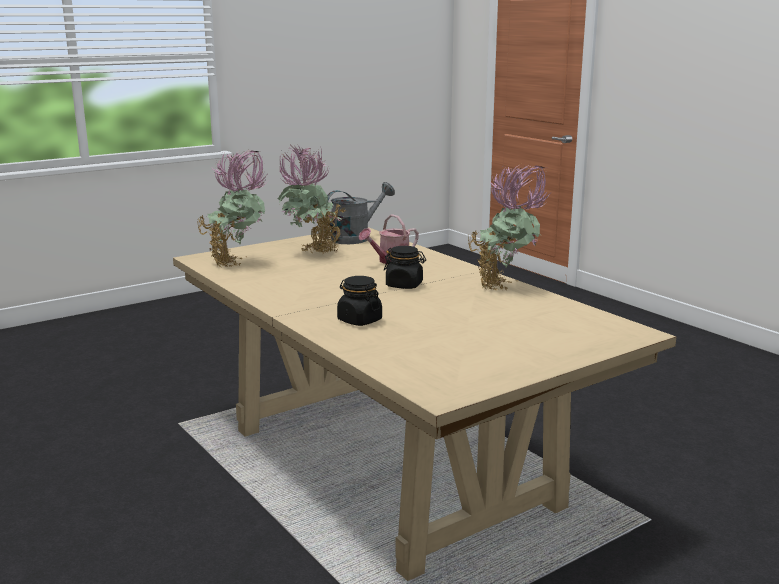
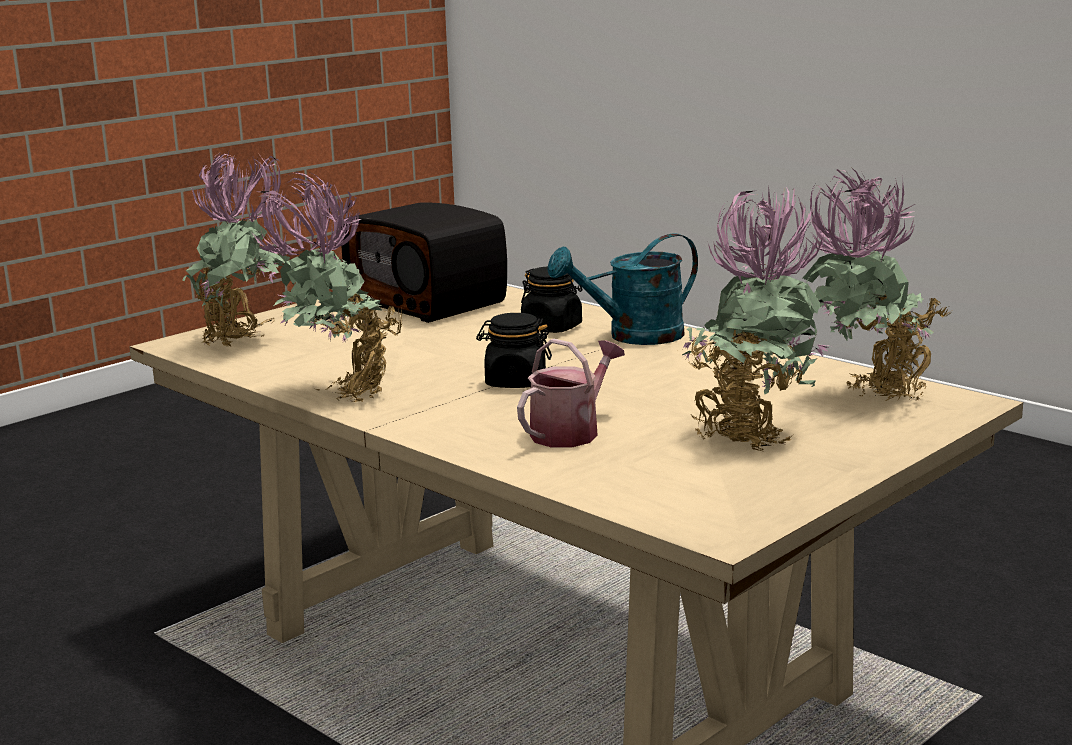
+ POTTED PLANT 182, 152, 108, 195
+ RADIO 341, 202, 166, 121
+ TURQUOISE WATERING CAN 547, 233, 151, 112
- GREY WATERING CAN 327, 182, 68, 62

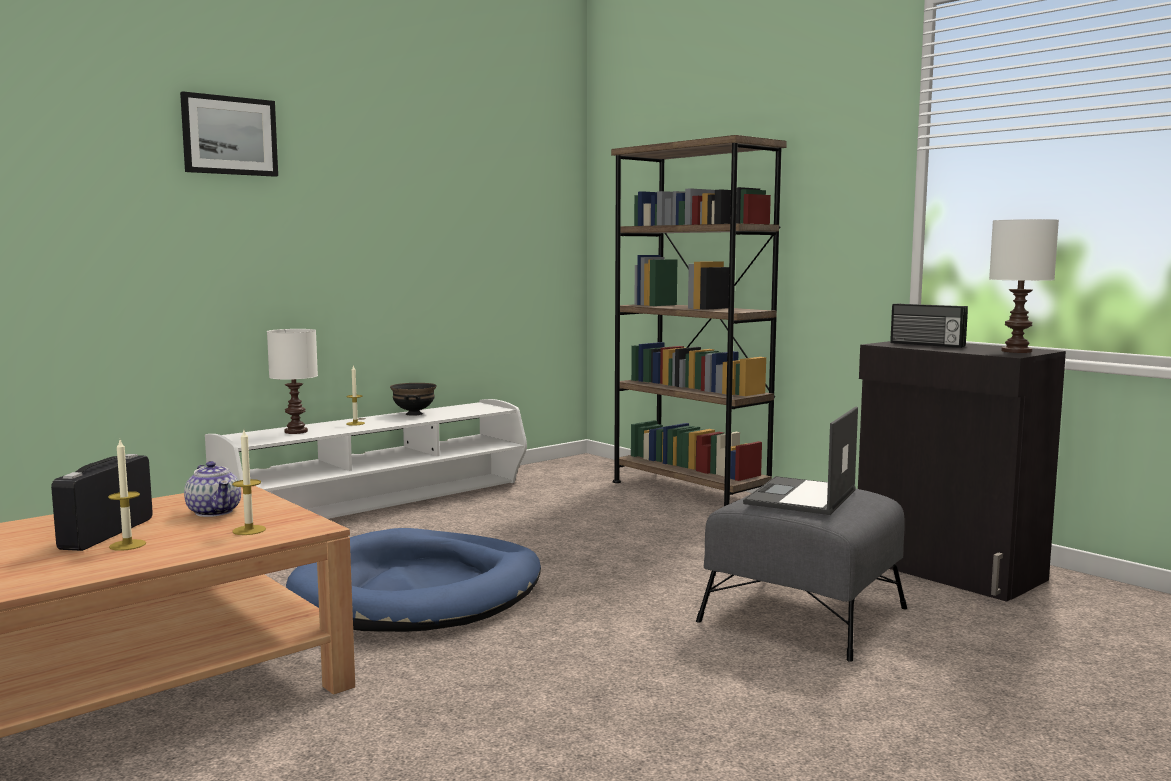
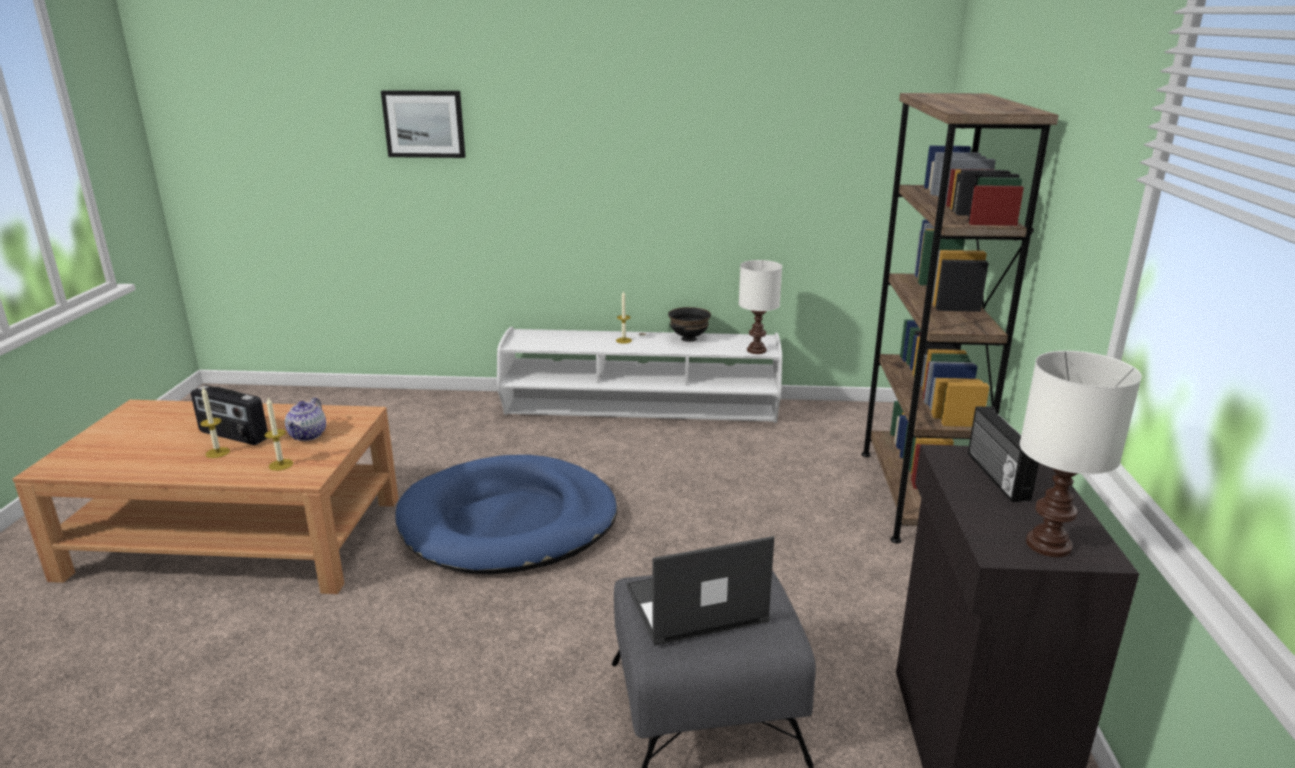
~ RADIO 51, 454, 102, 97 = 191, 385, 77, 60 120 degrees counterclockwise
~ PICTURE 180, 91, 98, 86 to 381, 90, 84, 68
~ WHITE TABLE LAMP 267, 329, 51, 105 to 739, 260, 43, 94

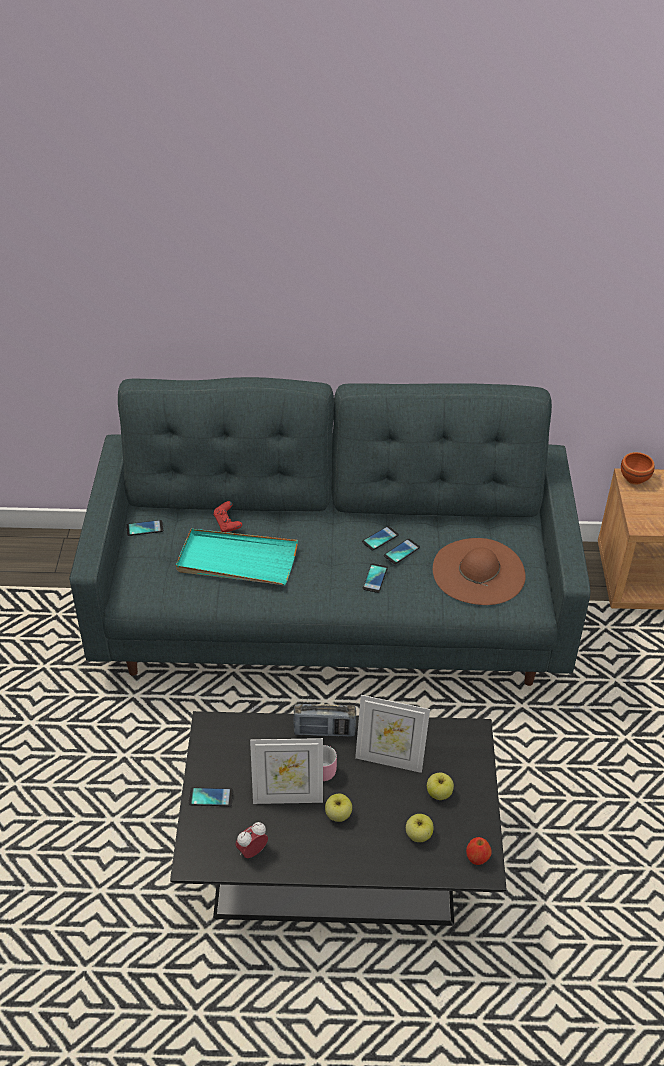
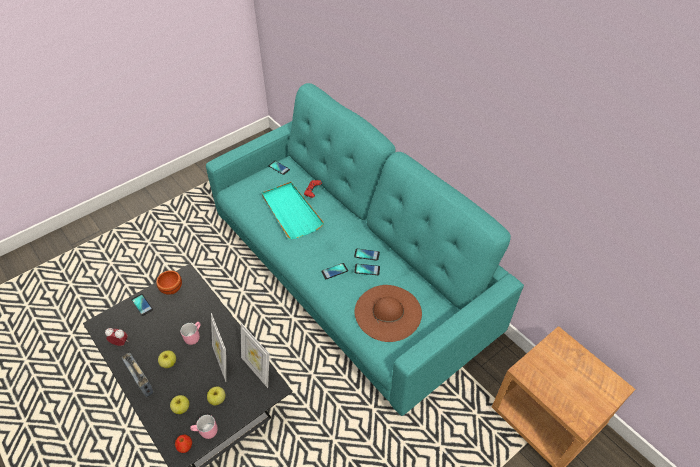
~ RADIO 294, 704, 62, 33 to 122, 352, 32, 45
~ BROWN BOWL 621, 452, 34, 33 to 156, 270, 26, 25
+ PINK MUG 190, 415, 28, 24
~ GREY SOFA 69, 377, 522, 309 to TURQUOISE SOFA 206, 83, 318, 333
~ PICTURE FRAME 250, 738, 73, 66 to 241, 323, 29, 65

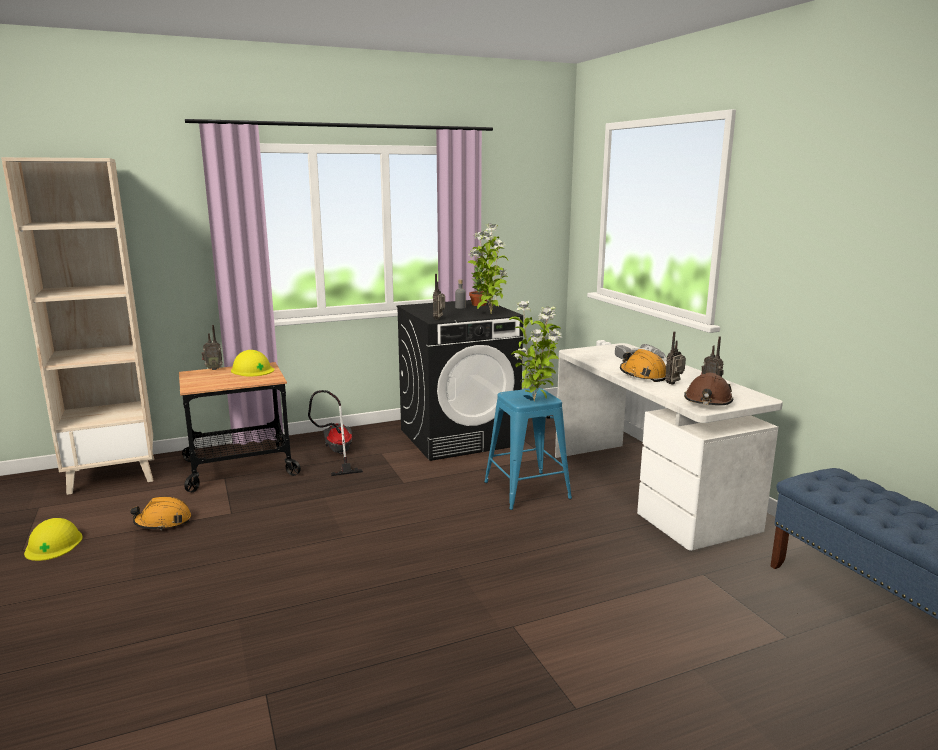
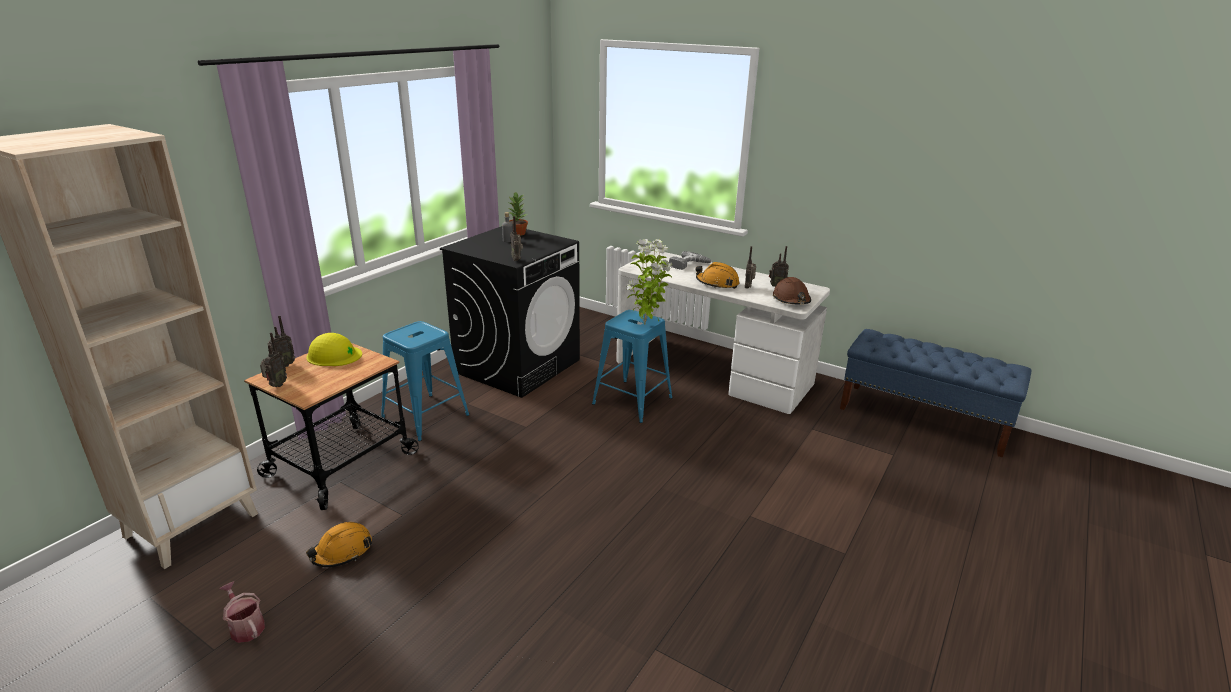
~ YELLOW HARD HAT 24, 518, 58, 43 to WATERING CAN 220, 581, 45, 62
+ RADIO 260, 332, 27, 55
~ VACUUM CLEANER 308, 390, 55, 86 to BLUE STOOL 381, 321, 88, 120
- POTTED PLANT 467, 223, 41, 90

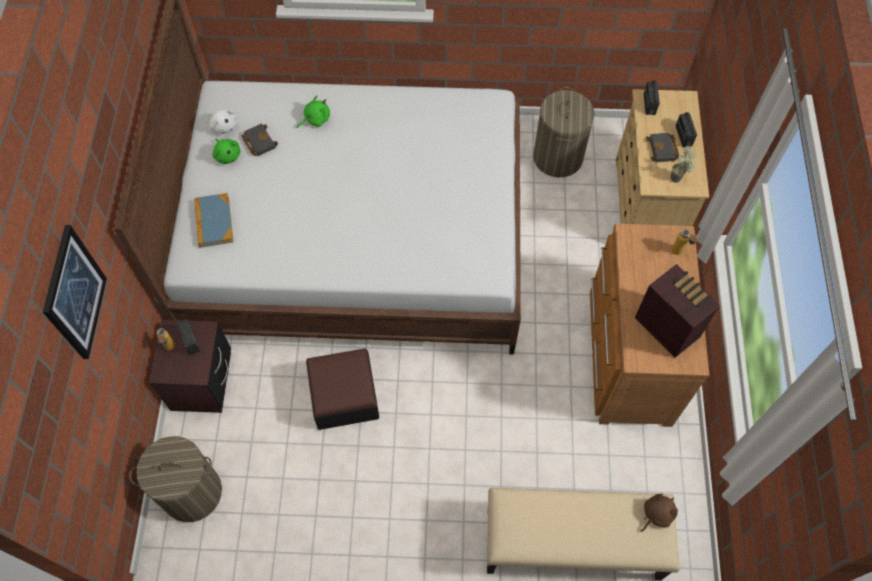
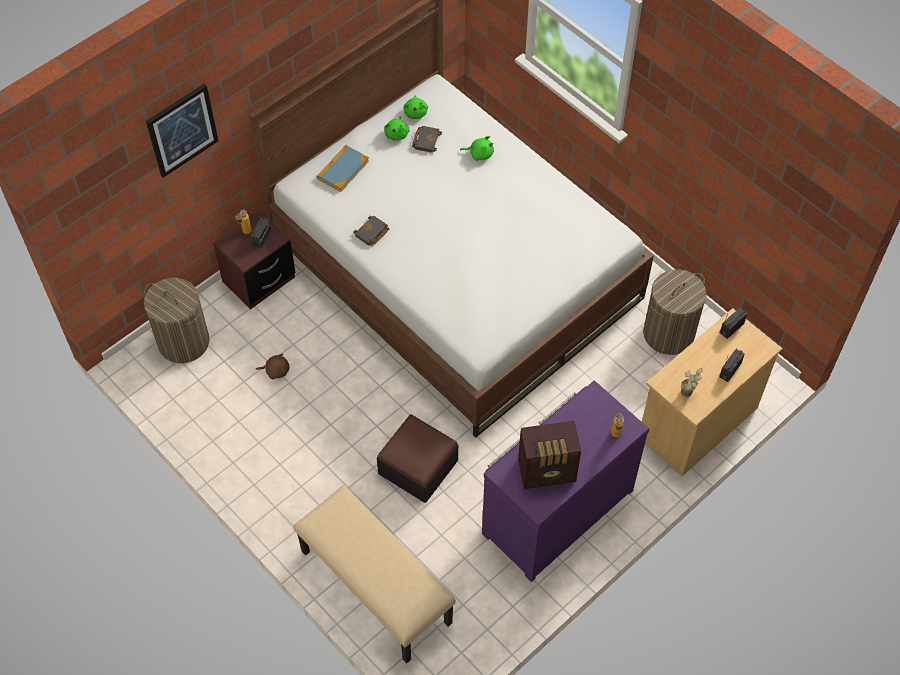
~ BROWN PLUSH TOY 640, 493, 38, 39 to 256, 354, 33, 25
~ BLACK BOOK 646, 133, 33, 30 to 353, 215, 37, 31
~ OTTOMAN 306, 348, 73, 82 to 377, 414, 81, 89
~ WHITE PLUSH TOY 209, 109, 28, 25 to GREEN PLUSH TOY 403, 95, 25, 24
~ BROWN DRESSER 590, 224, 120, 203 to PURPLE DRESSER 482, 381, 167, 201
~ RADIO 635, 264, 85, 94 = 518, 421, 63, 68 75 degrees clockwise

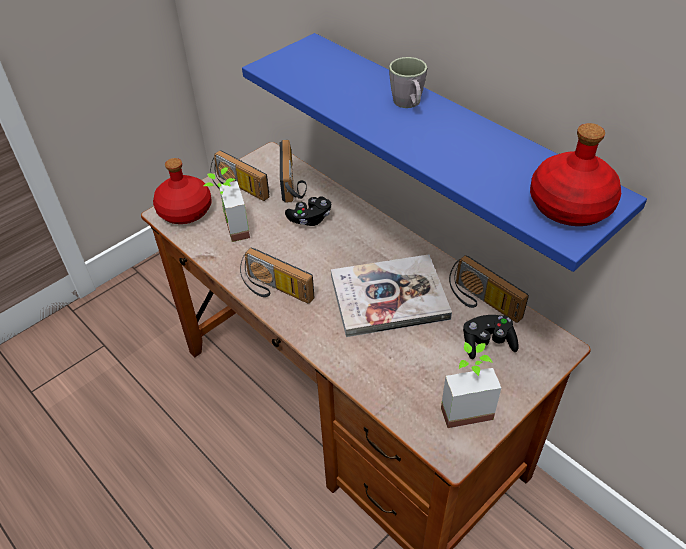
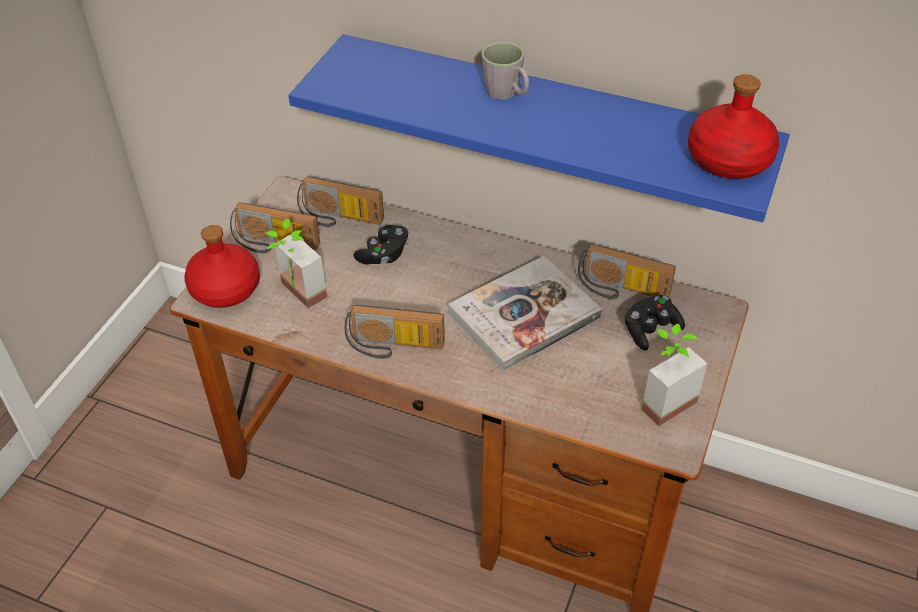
~ RADIO 280, 140, 27, 63 = 297, 176, 87, 51 135 degrees clockwise

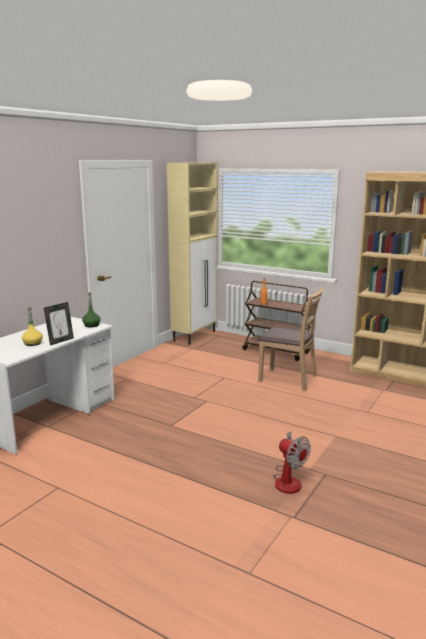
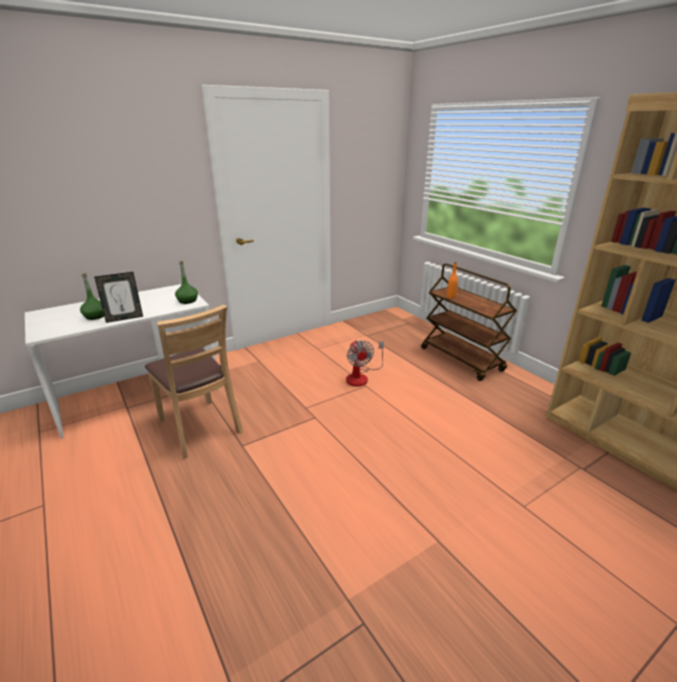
~ YELLOW BOTTLE 22, 307, 21, 39 to GREEN BOTTLE 80, 273, 24, 47
~ BROWN CHAIR 258, 287, 66, 104 to 145, 305, 98, 154
~ FAN 273, 431, 38, 63 to 346, 340, 38, 47
- BEIGE CABINET 167, 163, 51, 182

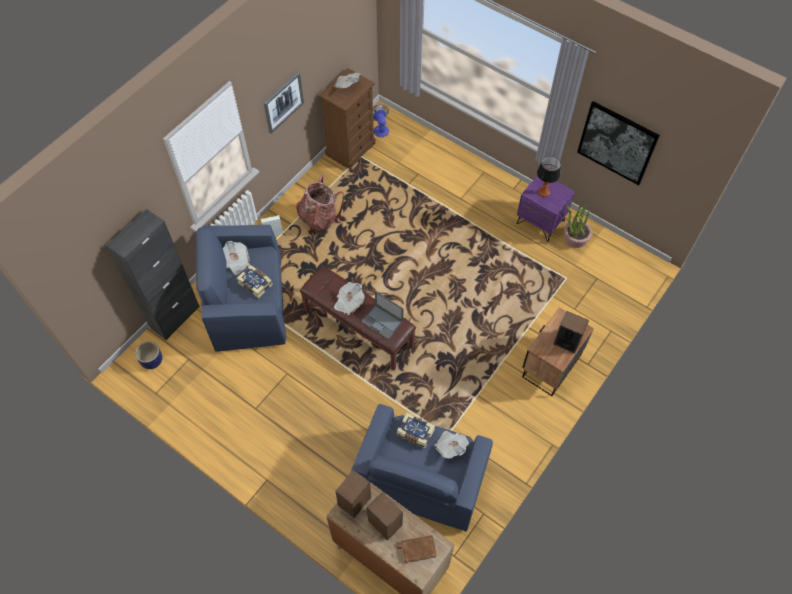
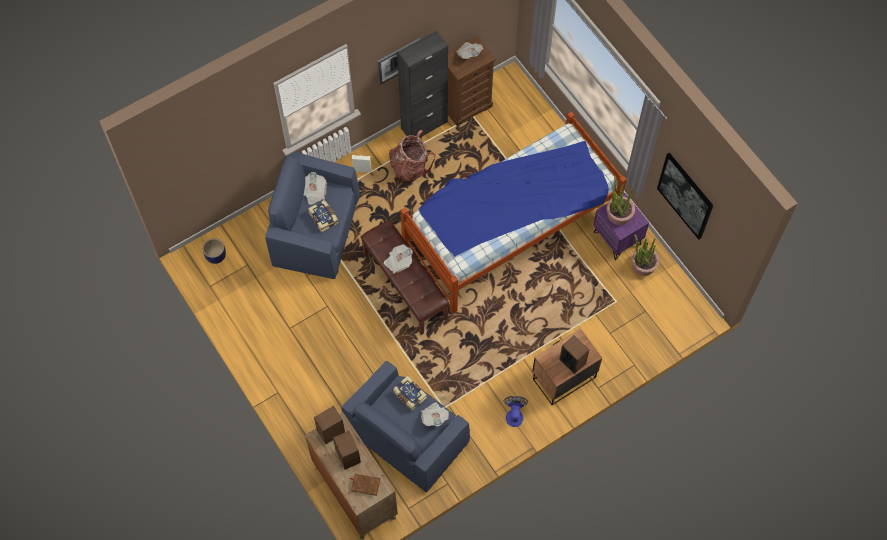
~ BLACK CABINET 106, 209, 94, 131 to 397, 31, 51, 107
+ BED 400, 112, 227, 201
~ FAN 373, 105, 16, 32 to 504, 396, 24, 31
~ TABLE LAMP 537, 156, 24, 41 to POTTED PLANT 607, 176, 28, 49
- LAPTOP 361, 291, 42, 49

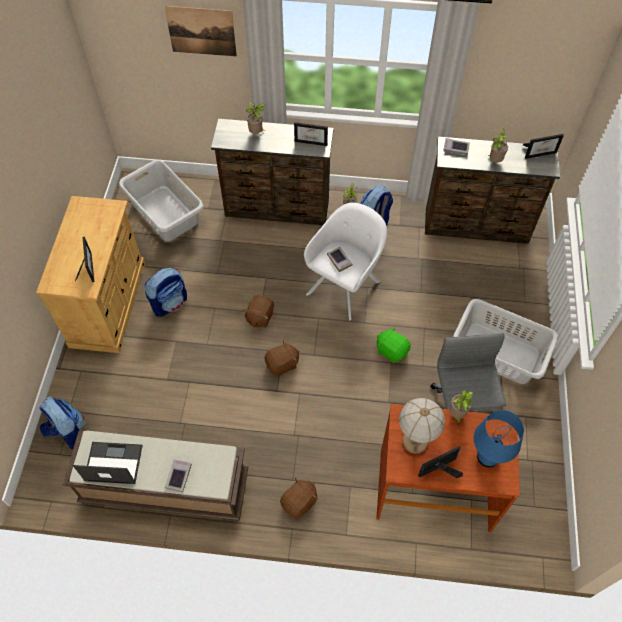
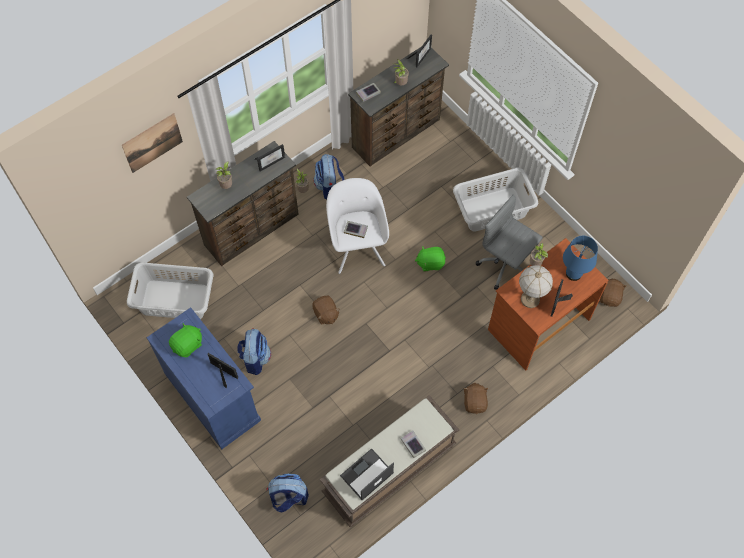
~ BEIGE CABINET 36, 196, 109, 157 to BLUE CABINET 146, 308, 115, 141
+ GREEN PLUSH TOY 169, 323, 33, 34
~ BROWN PLUSH TOY 265, 341, 34, 35 to 600, 279, 27, 28

